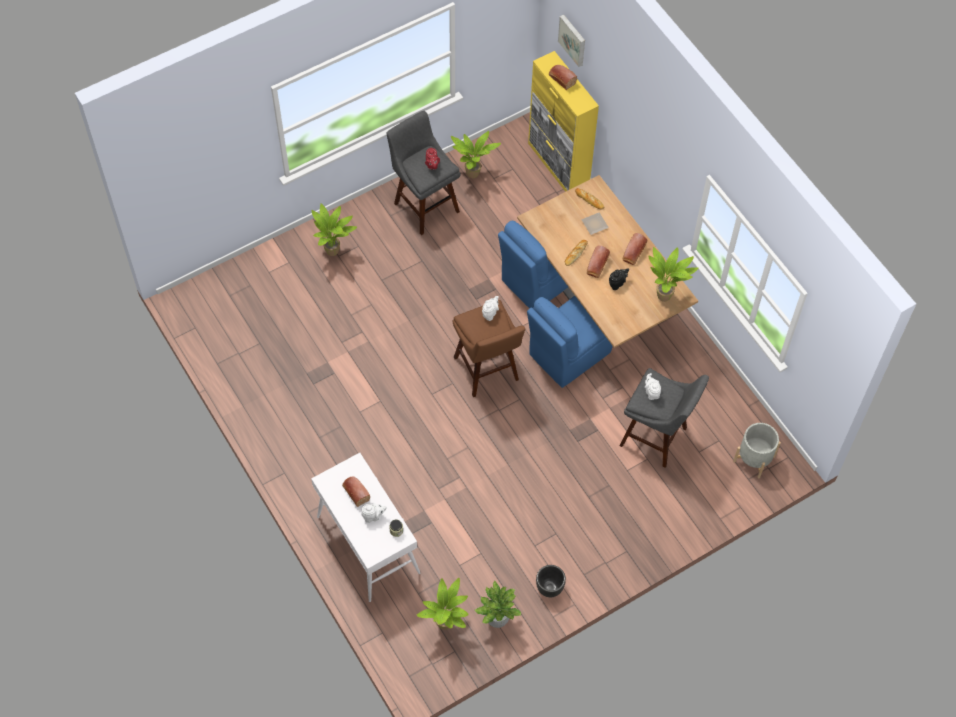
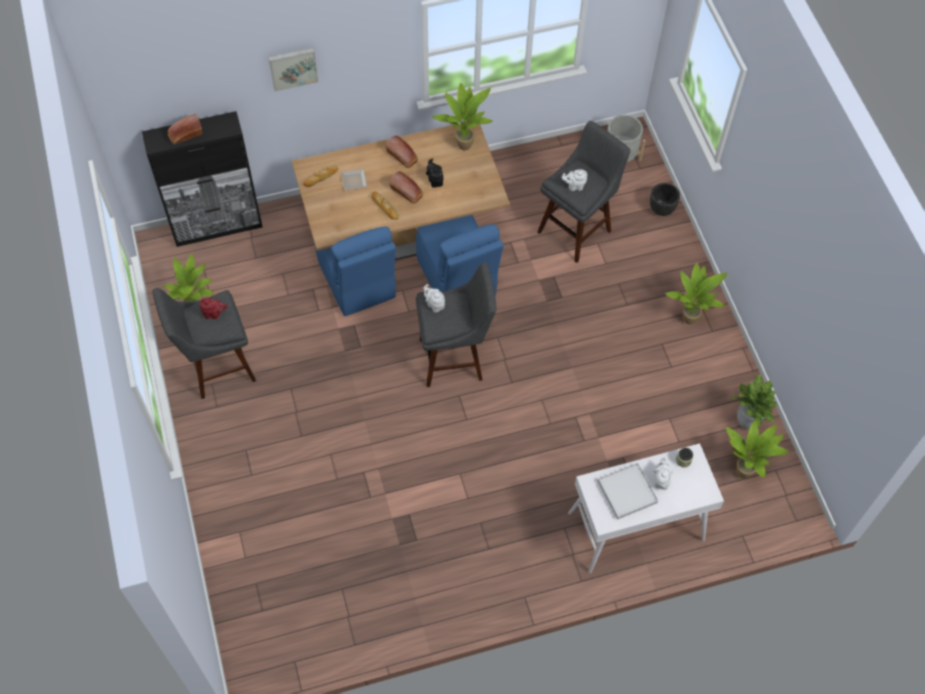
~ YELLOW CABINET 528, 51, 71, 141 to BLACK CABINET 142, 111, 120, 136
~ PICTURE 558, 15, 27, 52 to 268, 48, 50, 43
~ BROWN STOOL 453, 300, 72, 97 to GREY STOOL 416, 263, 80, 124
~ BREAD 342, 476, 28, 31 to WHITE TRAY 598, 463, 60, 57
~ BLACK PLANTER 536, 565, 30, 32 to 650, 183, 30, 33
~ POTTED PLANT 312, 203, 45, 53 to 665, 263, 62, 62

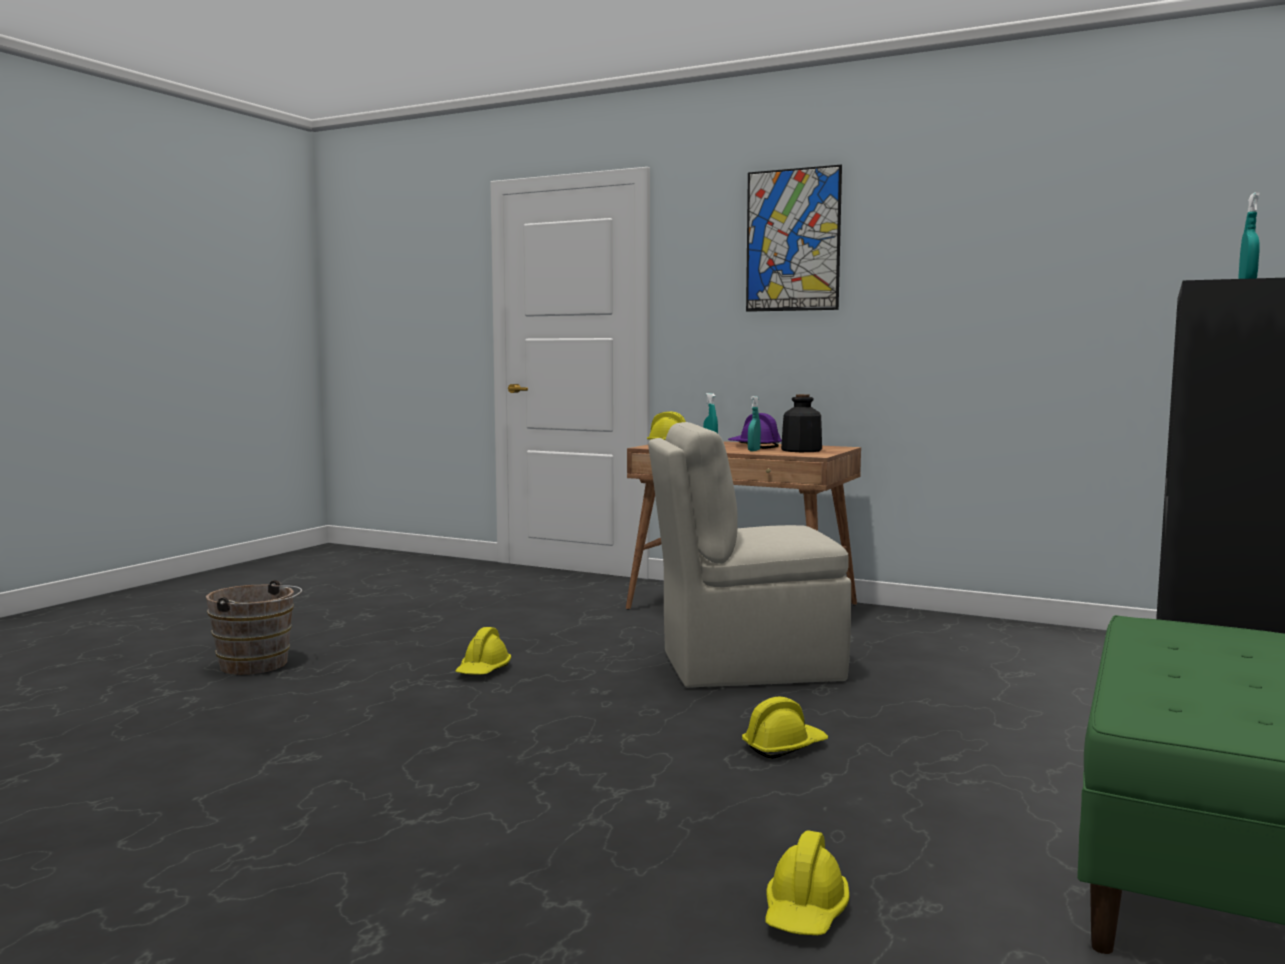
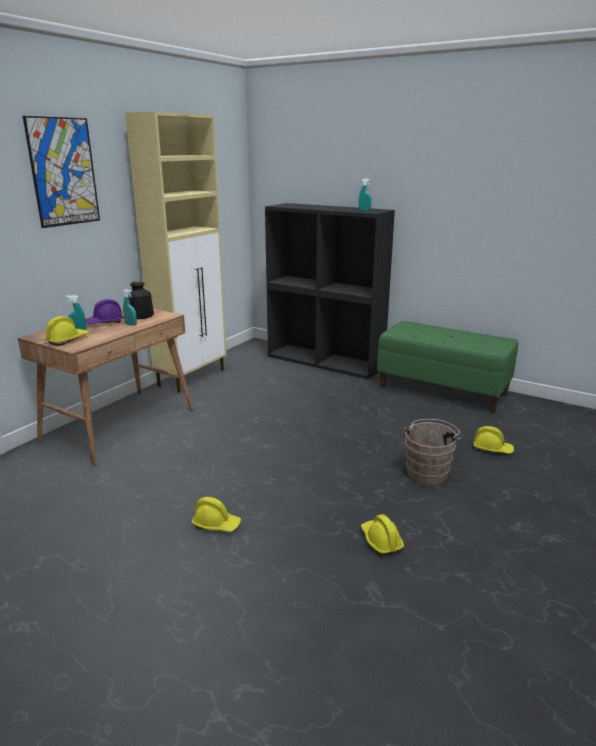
+ BEIGE CABINET 125, 112, 101, 281
~ YELLOW HARD HAT 742, 696, 86, 63 to 361, 514, 43, 41
~ BROWN BUCKET 206, 580, 96, 95 to 404, 419, 58, 66
- BEIGE CHAIR 648, 422, 203, 266

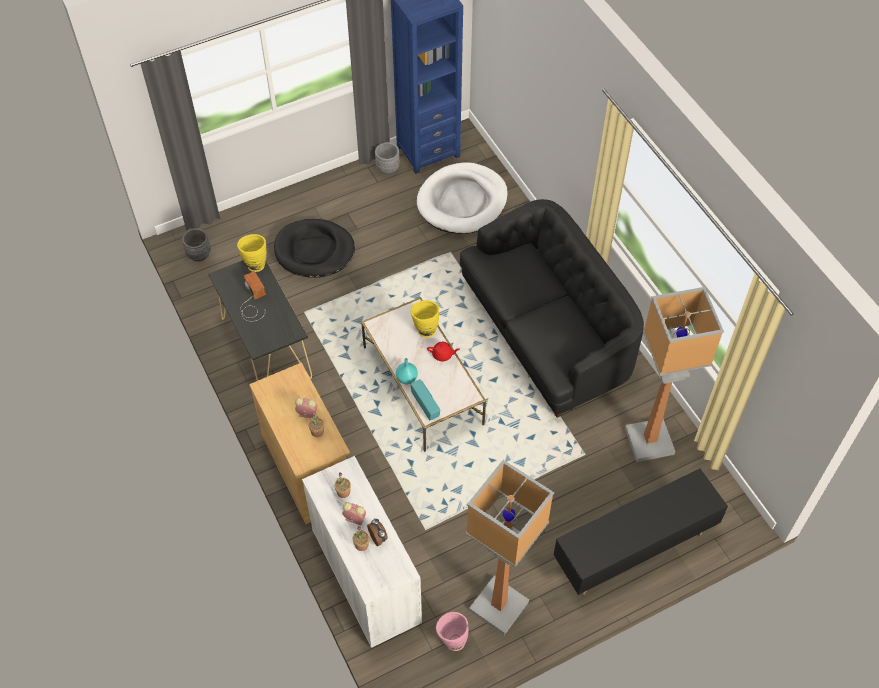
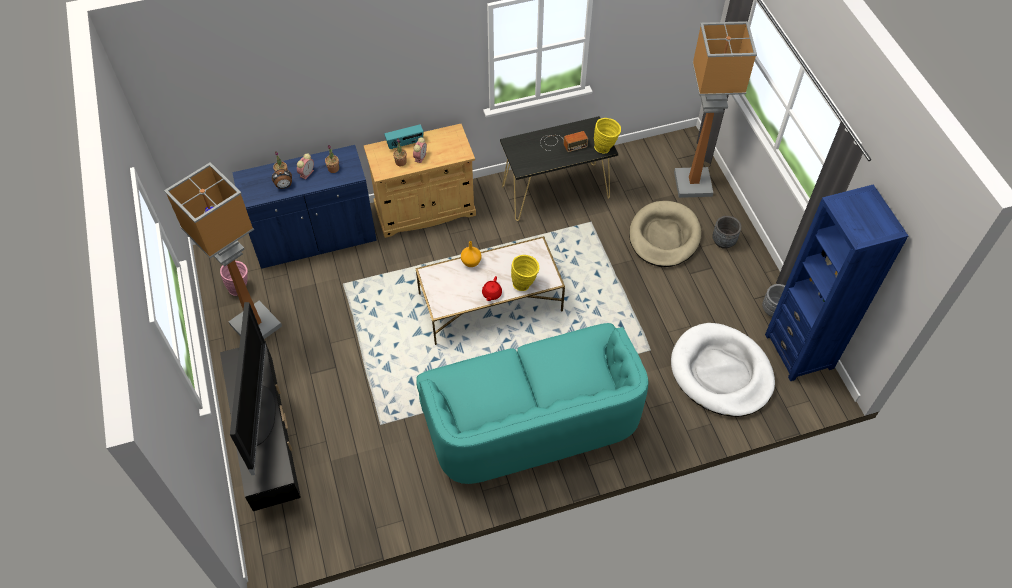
+ TELEVISION 230, 302, 46, 173
~ WHITE CABINET 302, 456, 120, 192 to BLUE CABINET 232, 145, 145, 124
~ RADIO 411, 379, 29, 42 to 384, 124, 40, 25
~ BLACK SOFA 460, 199, 184, 219 to TURQUOISE SOFA 416, 323, 233, 161
~ TURQUOISE VASE 396, 358, 22, 26 to ORANGE VASE 461, 241, 21, 26
~ BLACK DOG BED 274, 219, 81, 59 to BEIGE DOG BED 629, 201, 72, 66
~ FLOOR LAMP 625, 287, 99, 175 to 674, 21, 83, 177
~ GREY PLANTER 182, 228, 29, 34 to 712, 216, 29, 33

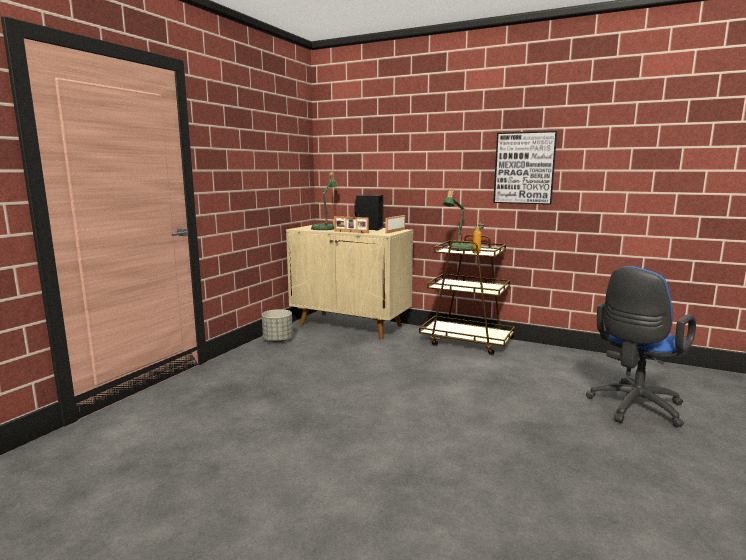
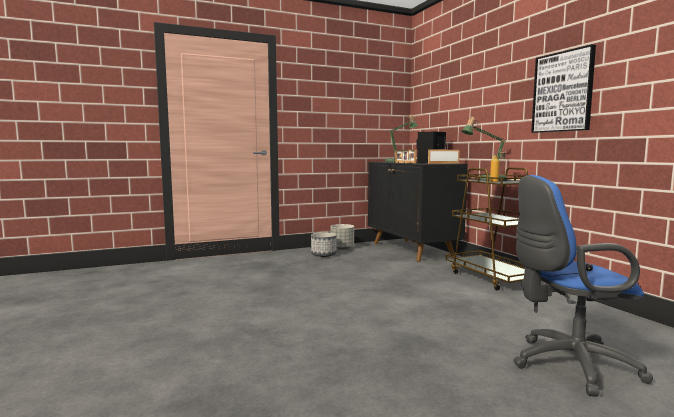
+ PLANTER 311, 232, 26, 25
~ BEIGE CABINET 286, 225, 127, 115 to BLACK CABINET 368, 162, 100, 100

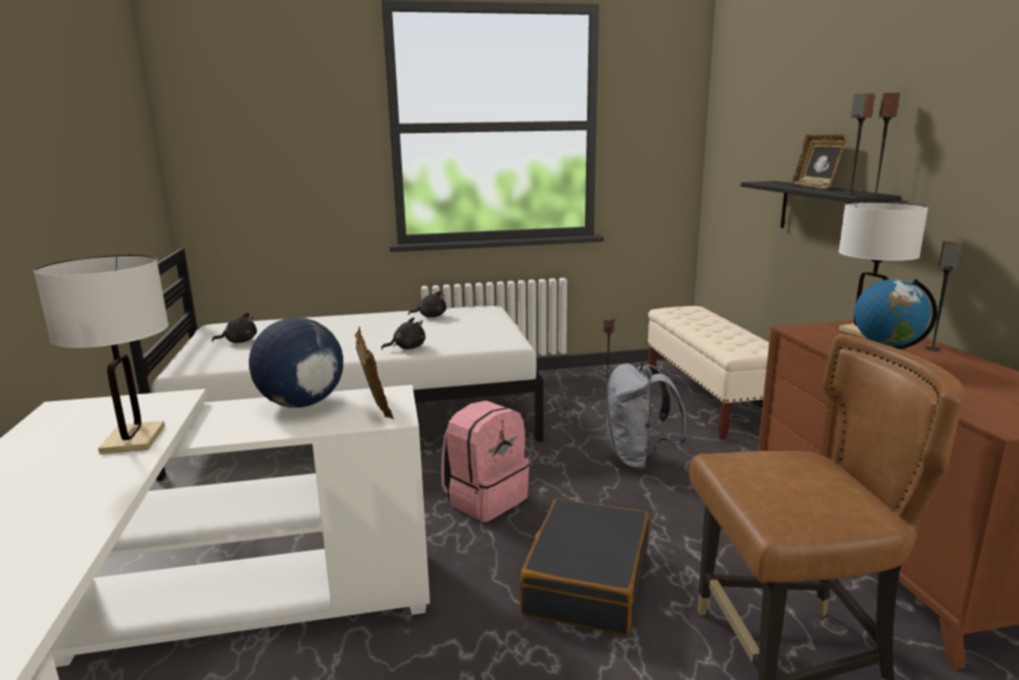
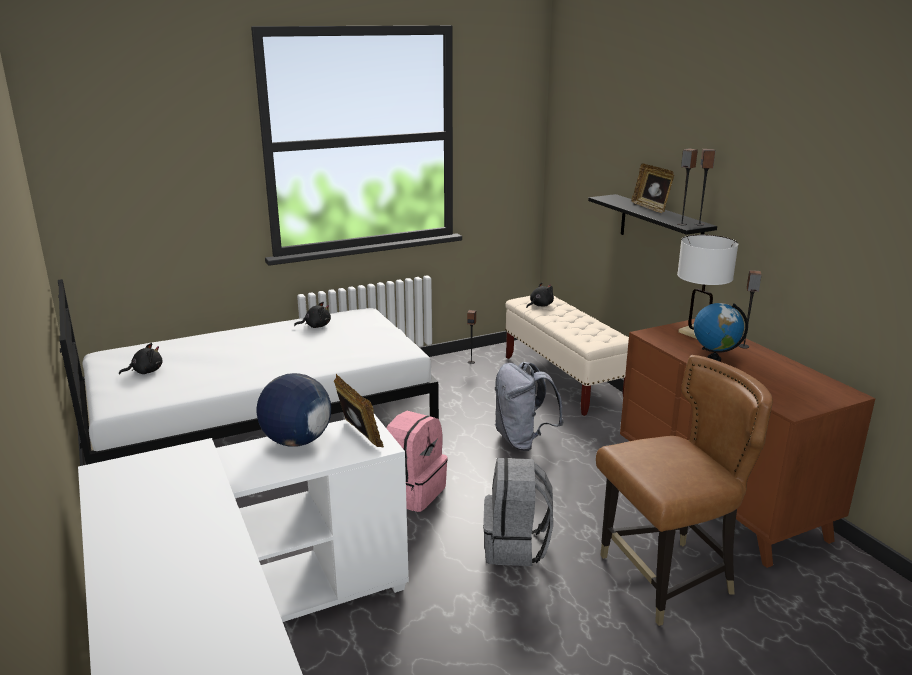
~ BLACK SUITCASE 520, 498, 129, 138 to GREY BACKPACK 483, 458, 70, 108
~ BLACK PLUSH TOY 381, 317, 44, 33 to 526, 283, 28, 25
- WHITE TABLE LAMP 34, 255, 135, 199

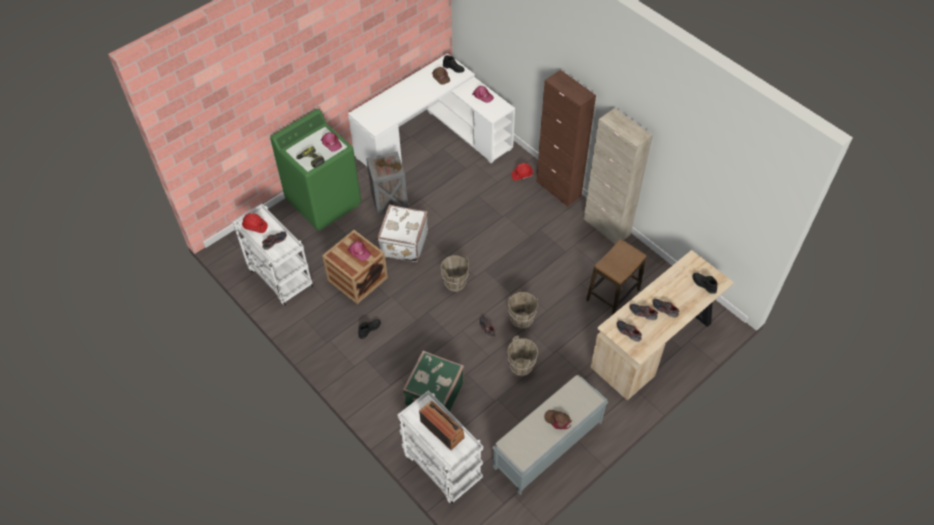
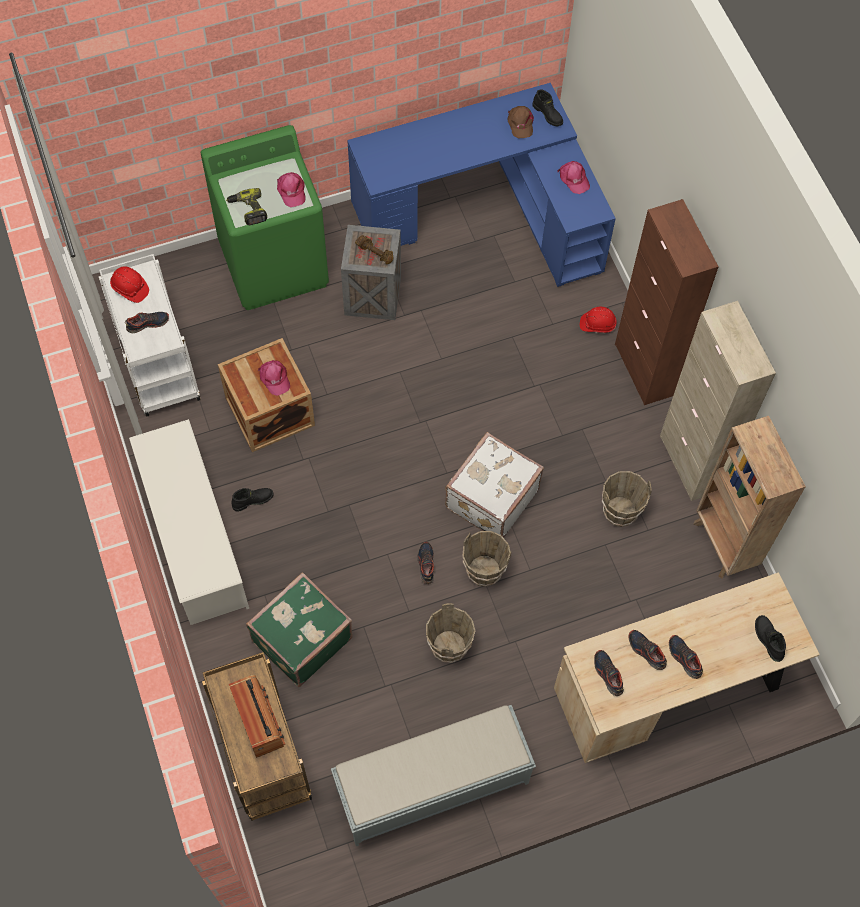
+ WHITE SHOE RACK 129, 419, 120, 206
~ WHITE CART 398, 390, 85, 115 to BROWN CART 202, 652, 110, 169
~ WHITE DESK 348, 53, 167, 113 to BLUE DESK 347, 83, 269, 204
~ WHITE SUITCASE 377, 205, 51, 57 to 445, 432, 99, 106
~ BROWN BUCKET 440, 255, 29, 37 to 602, 471, 50, 56
+ BROWN BOOKCASE 693, 416, 113, 162
- BROWN CAP 544, 410, 28, 19
- STOOL 586, 239, 60, 76

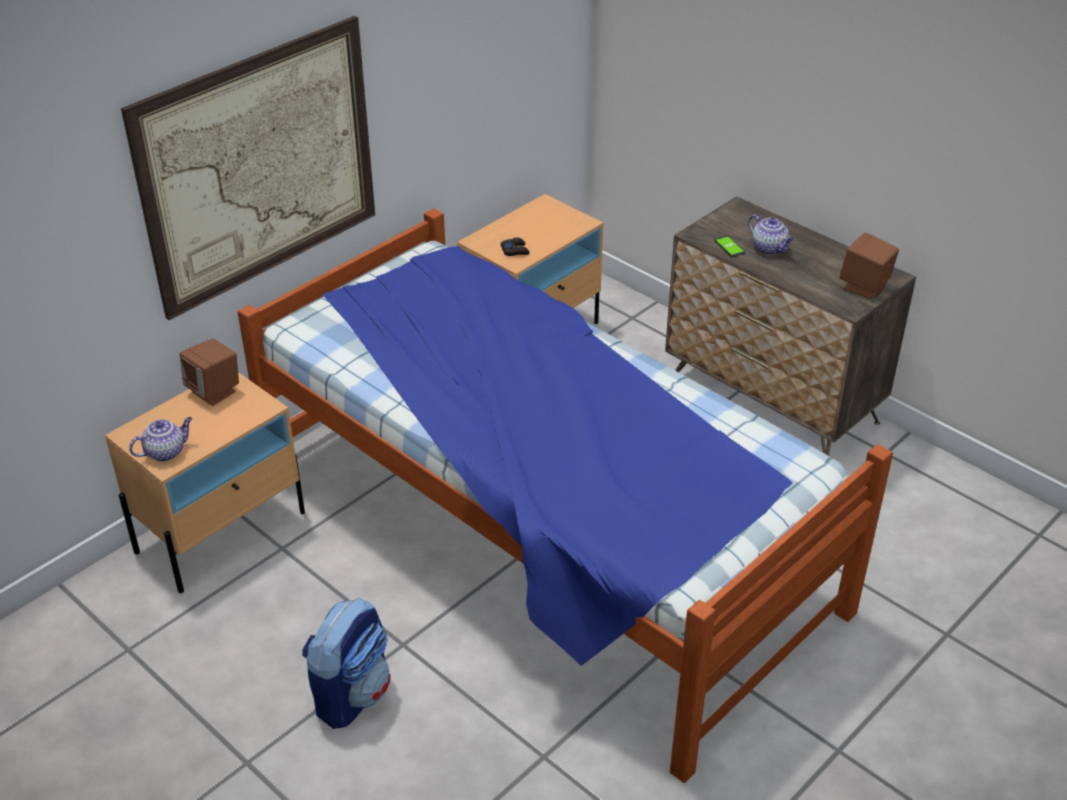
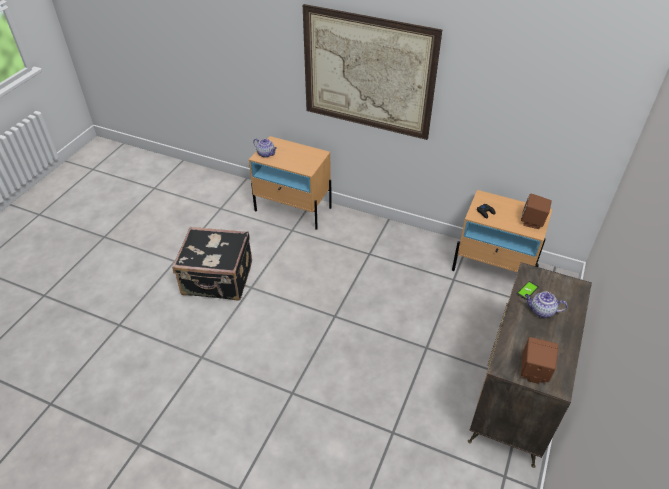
~ BACKPACK 302, 598, 88, 131 to BLACK SUITCASE 172, 227, 80, 74
~ BROWN SPEAKER 180, 338, 59, 68 to 521, 194, 31, 35
~ TEAPOT 748, 215, 47, 40 = 525, 292, 43, 26 75 degrees clockwise
- BED 238, 208, 655, 575

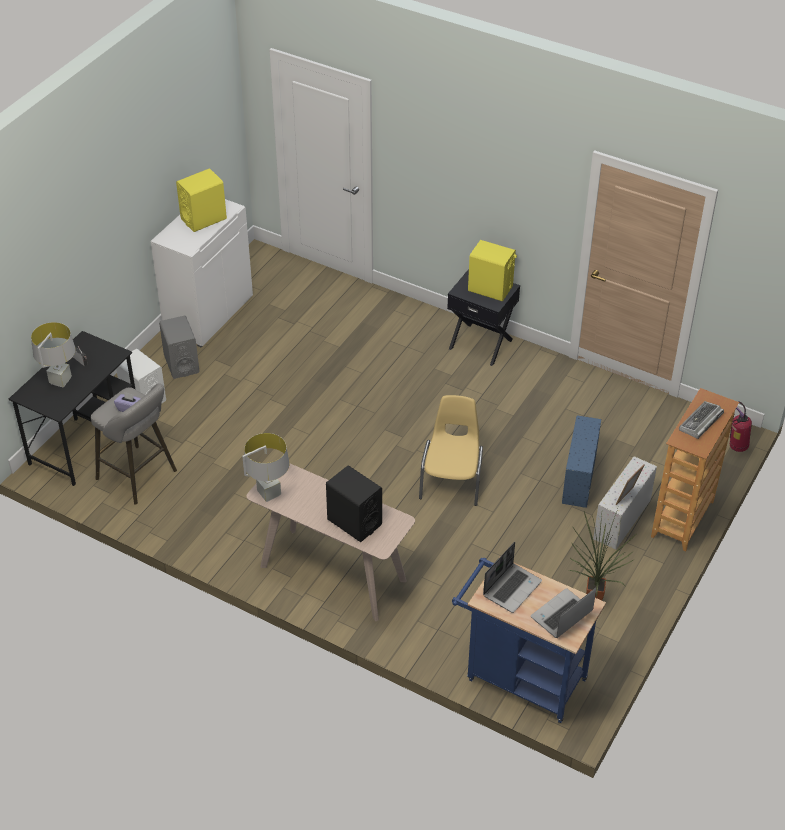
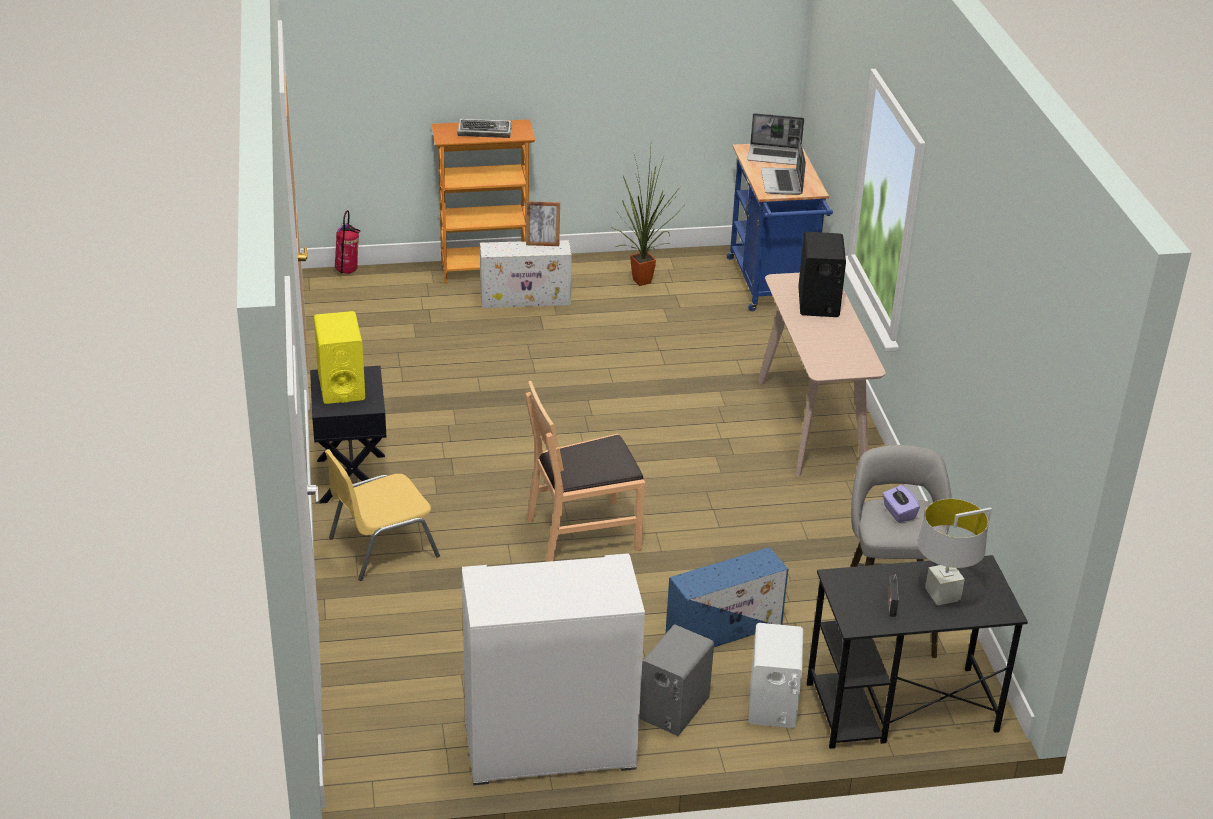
~ YELLOW CHAIR 419, 395, 64, 111 to 324, 449, 116, 132
+ BROWN CHAIR 526, 381, 119, 181
~ BLUE STORAGE BOX 562, 415, 39, 93 to 666, 547, 122, 100
~ LAPTOP 483, 542, 59, 71 = 761, 138, 45, 57 90 degrees counterclockwise
- YELLOW SPEAKER 176, 168, 51, 64
- GREY TABLE LAMP 242, 433, 47, 69

